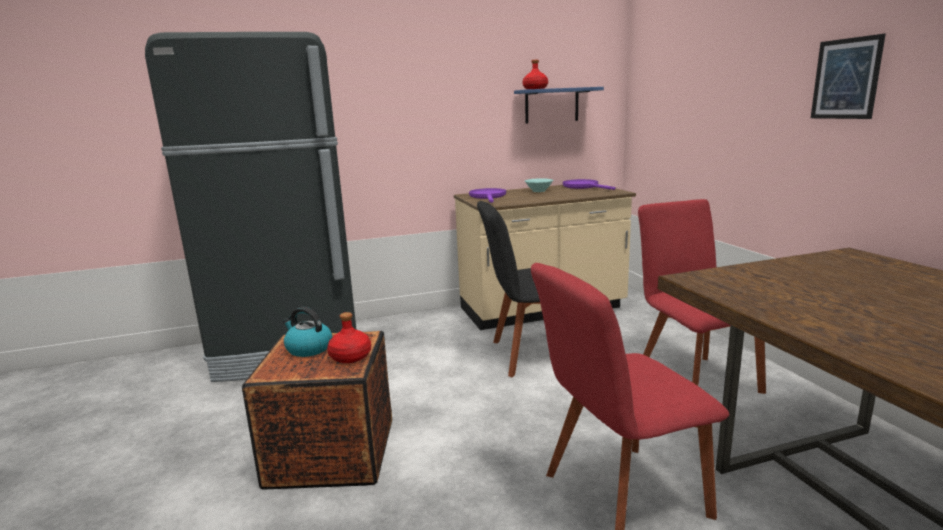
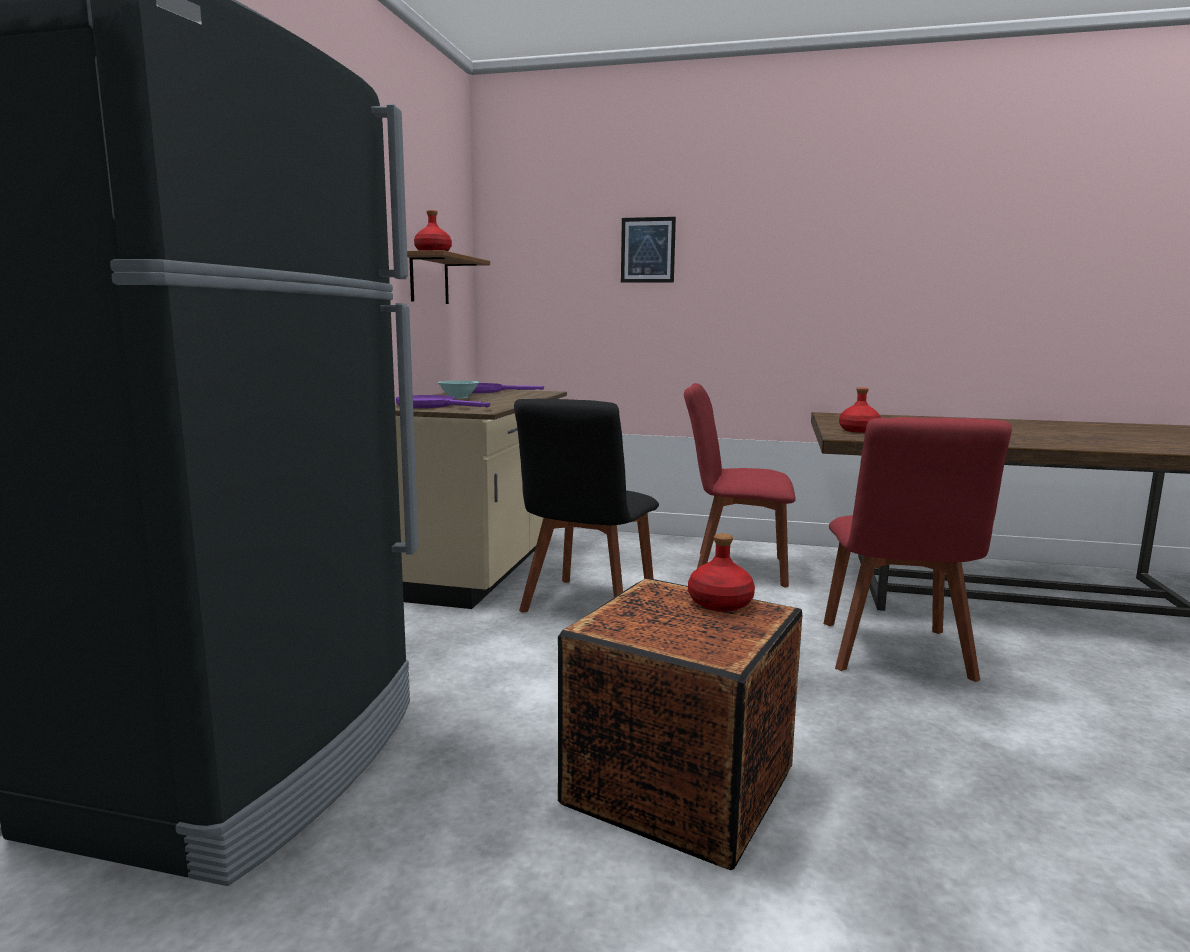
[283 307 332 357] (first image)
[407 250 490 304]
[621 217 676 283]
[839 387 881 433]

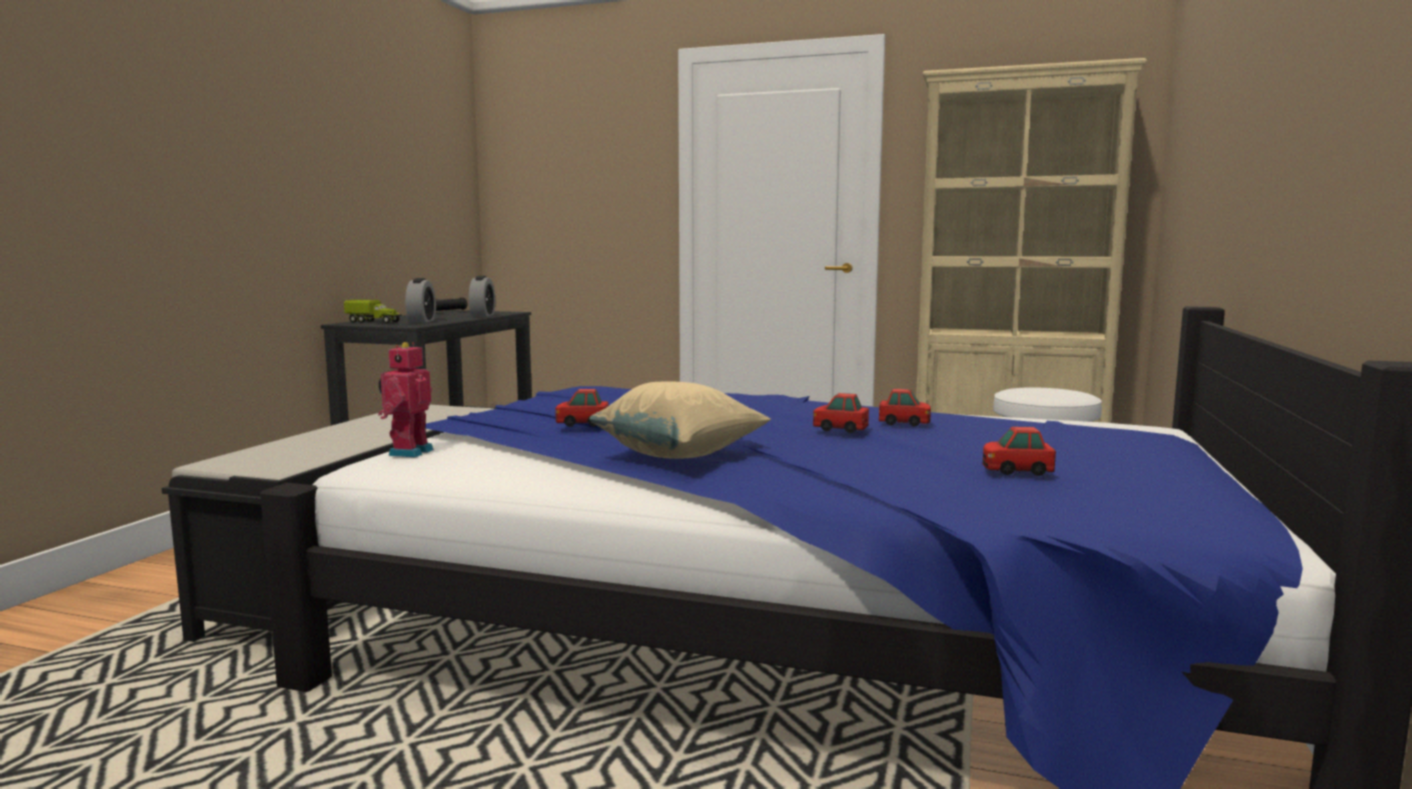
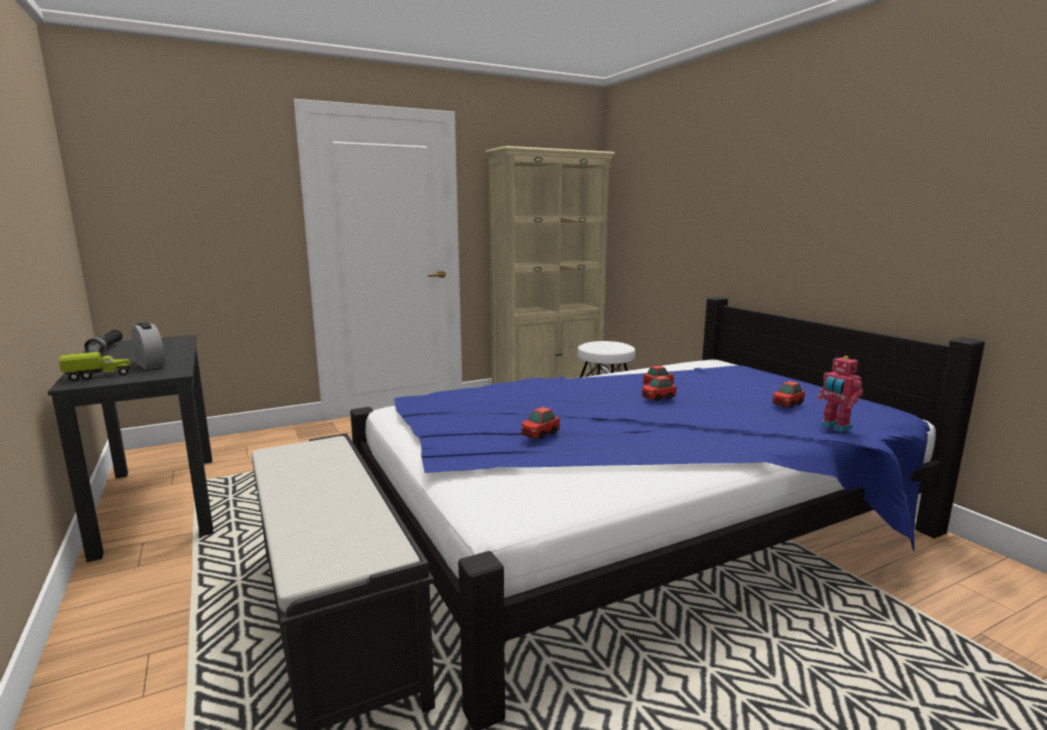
[817 355 863 432]
[469 276 495 317] (first image)
[589 382 771 459] (first image)

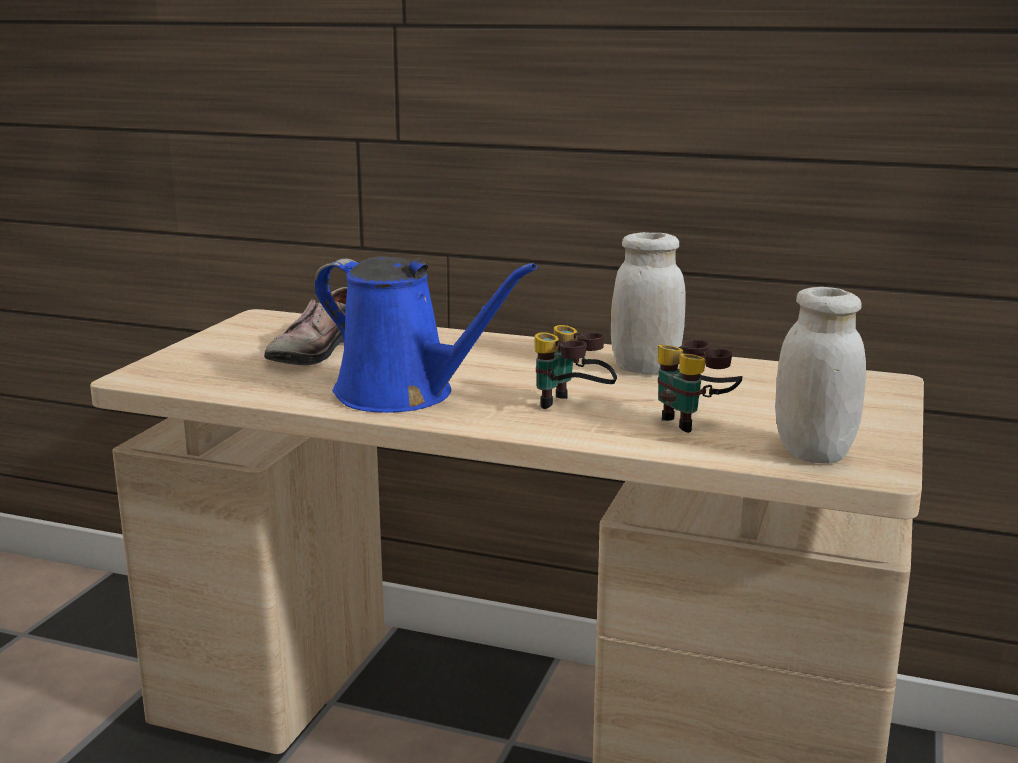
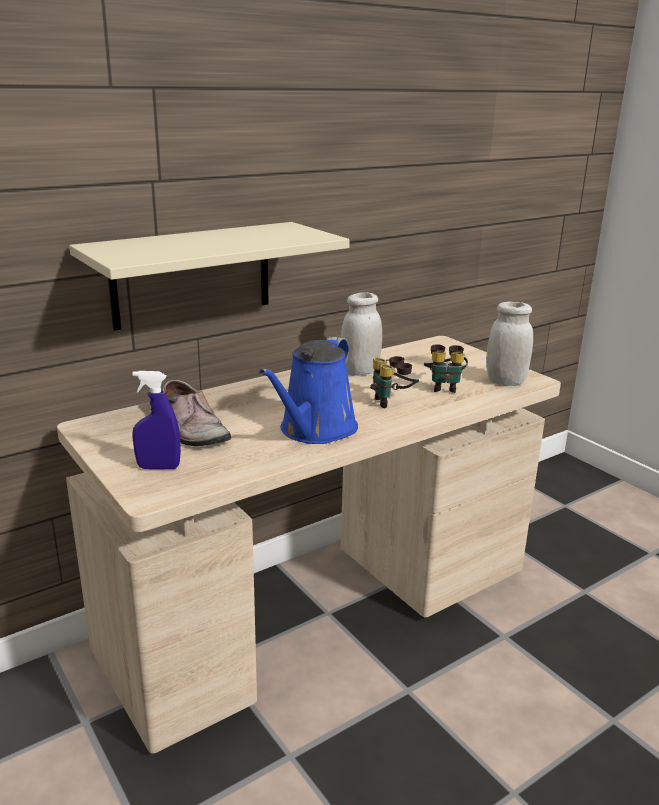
[259 337 358 444]
[69 222 350 331]
[132 371 181 470]

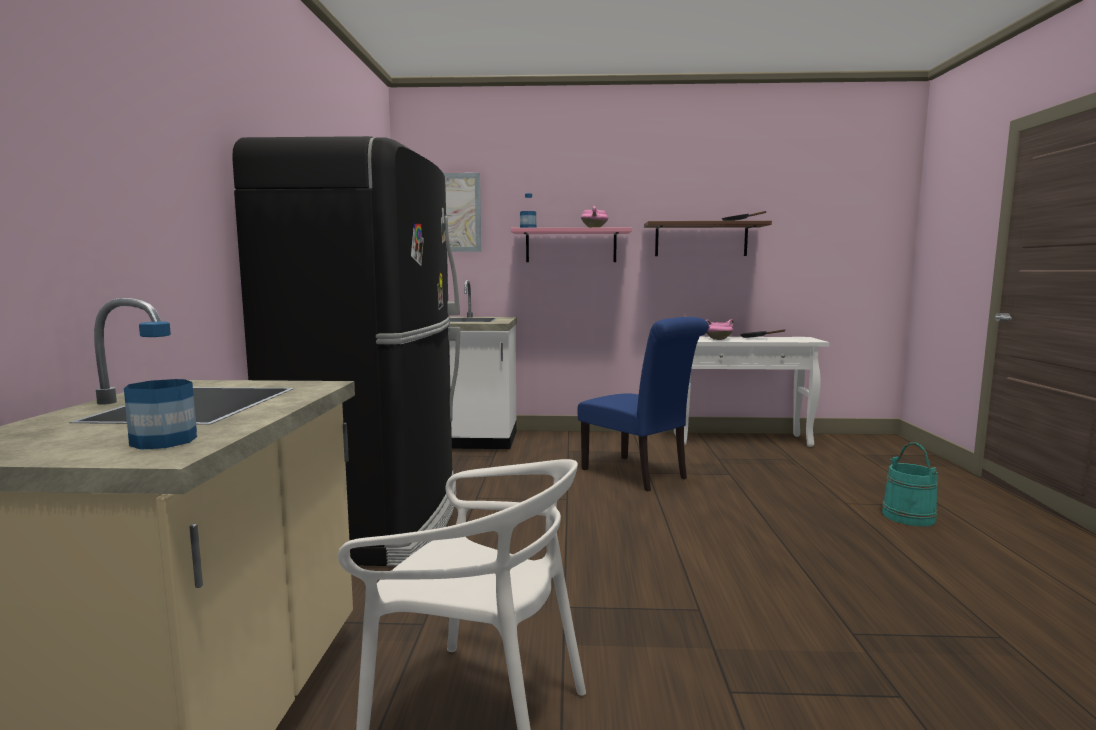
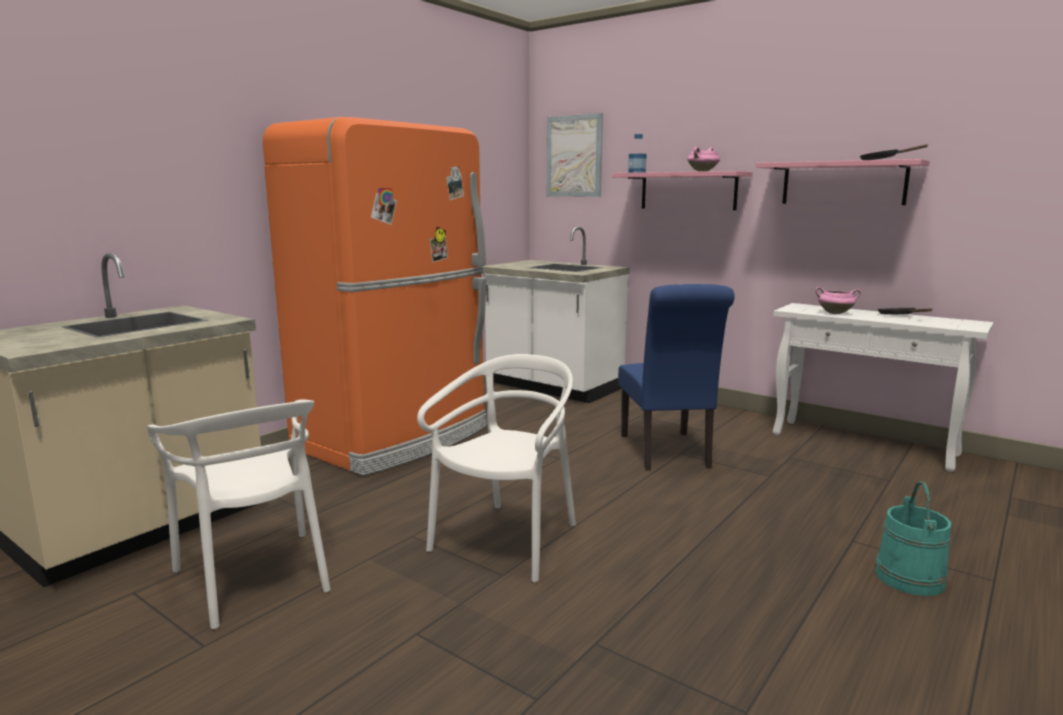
[124 322 197 450] (first image)
[263 117 487 476]
[756 159 930 205]
[417 354 576 582]

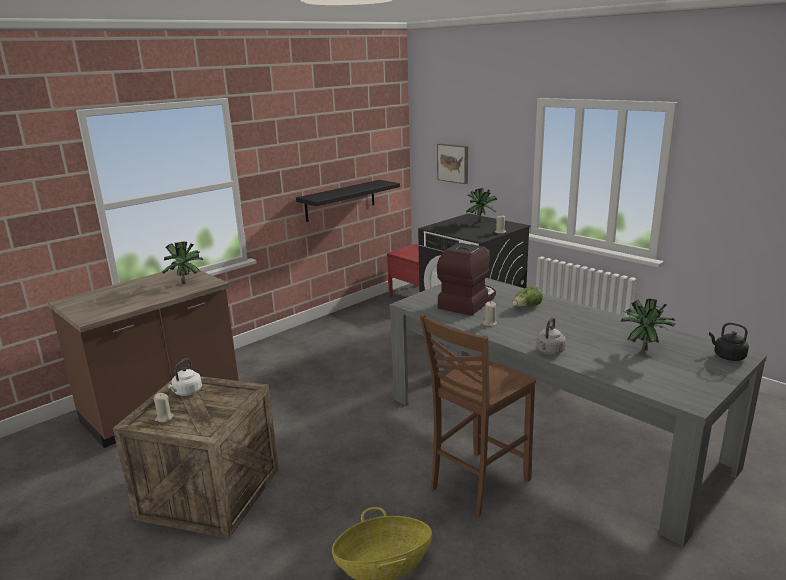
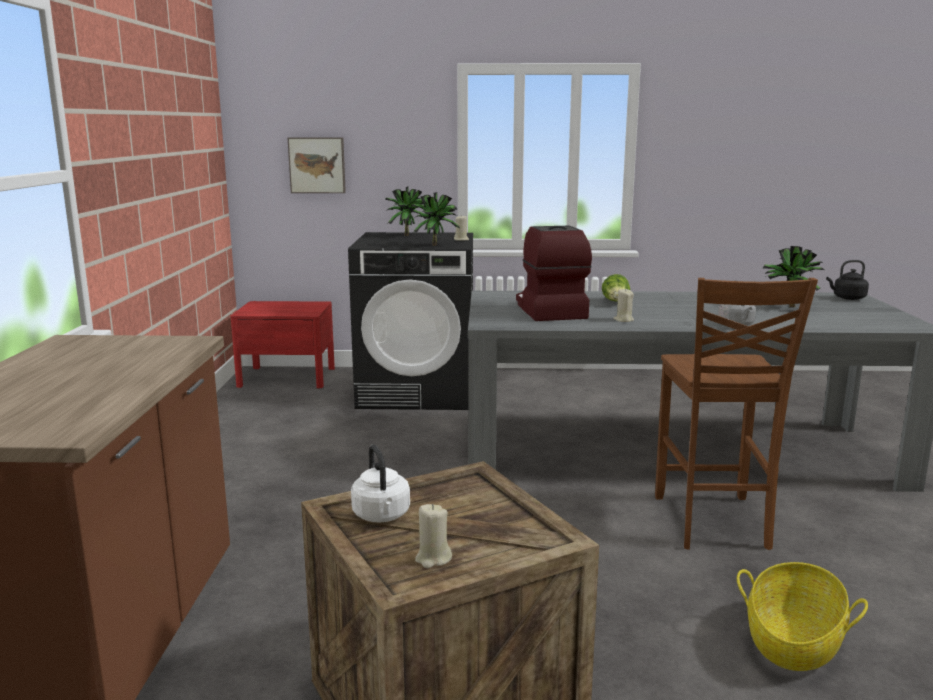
[412 192 460 246]
[296 180 400 222] (first image)

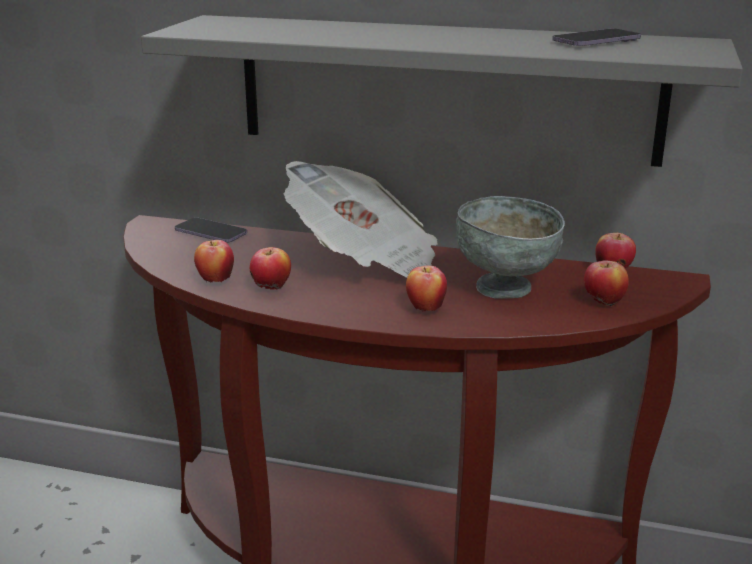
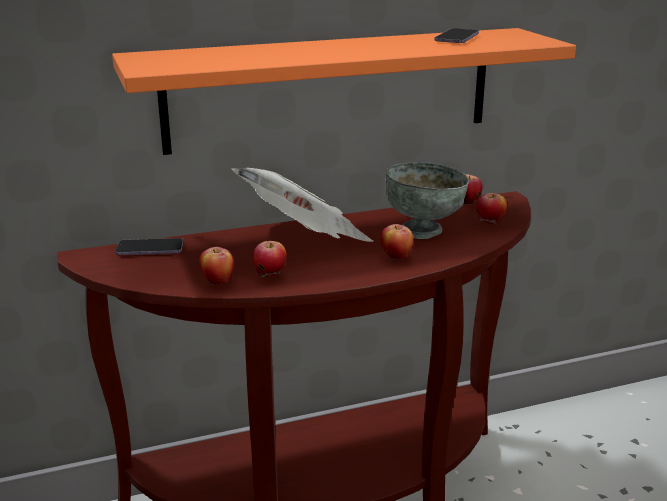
[112 28 576 155]

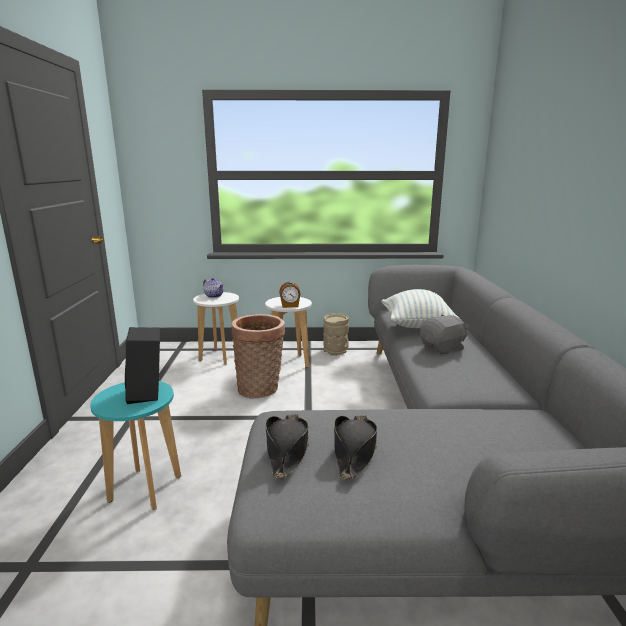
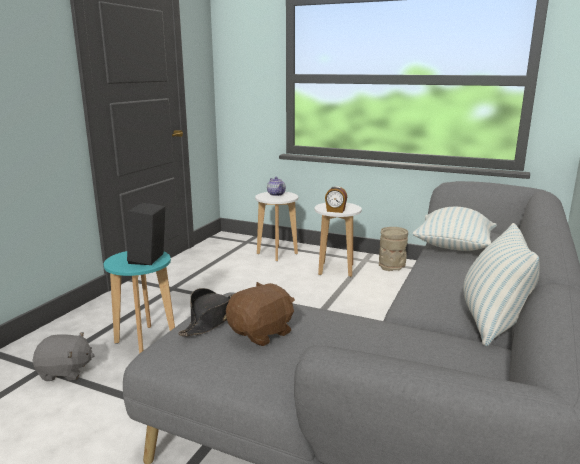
[231 314 285 399] (first image)
[226 282 295 346]
[32 332 95 381]
[463 223 540 347]

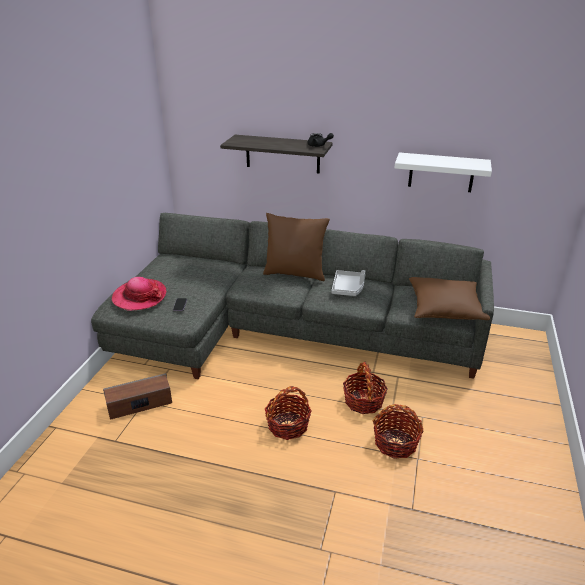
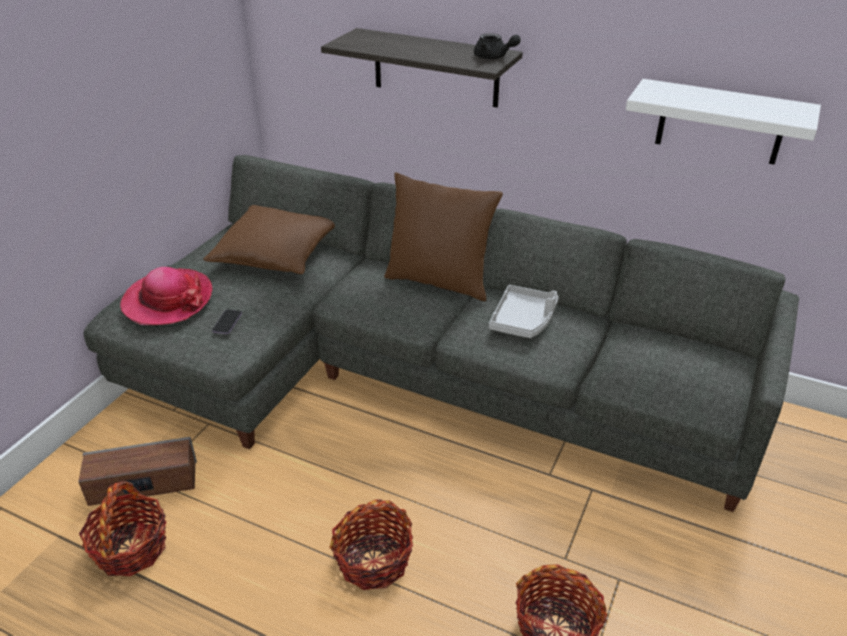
[79 481 166 576]
[203 205 335 274]

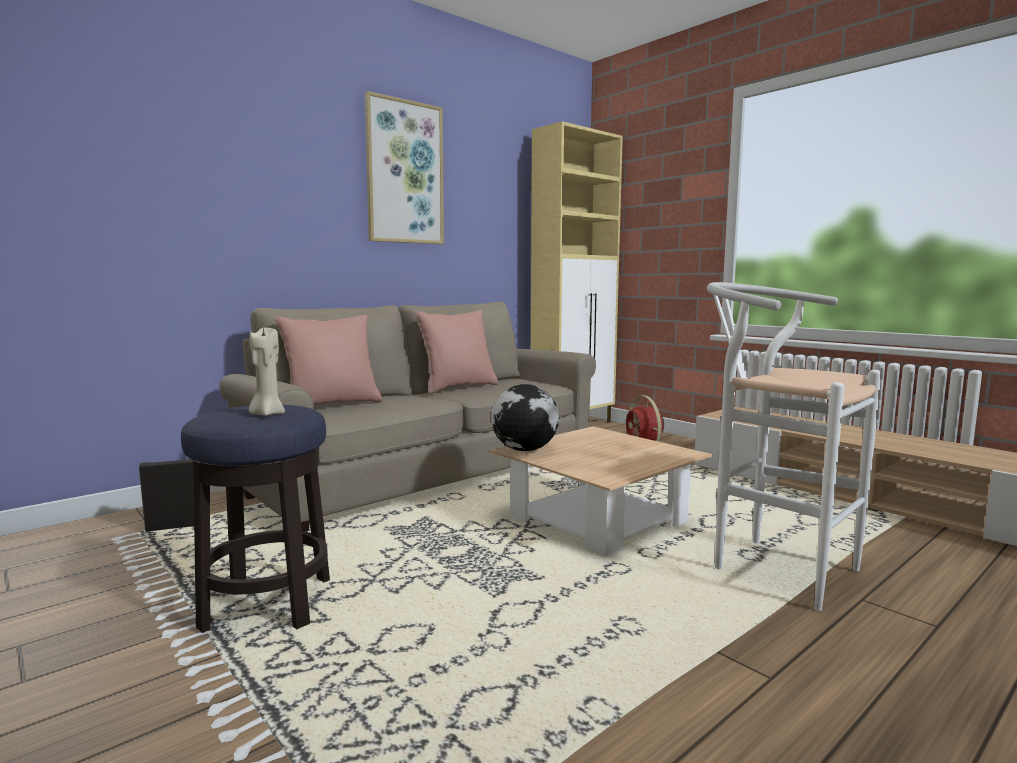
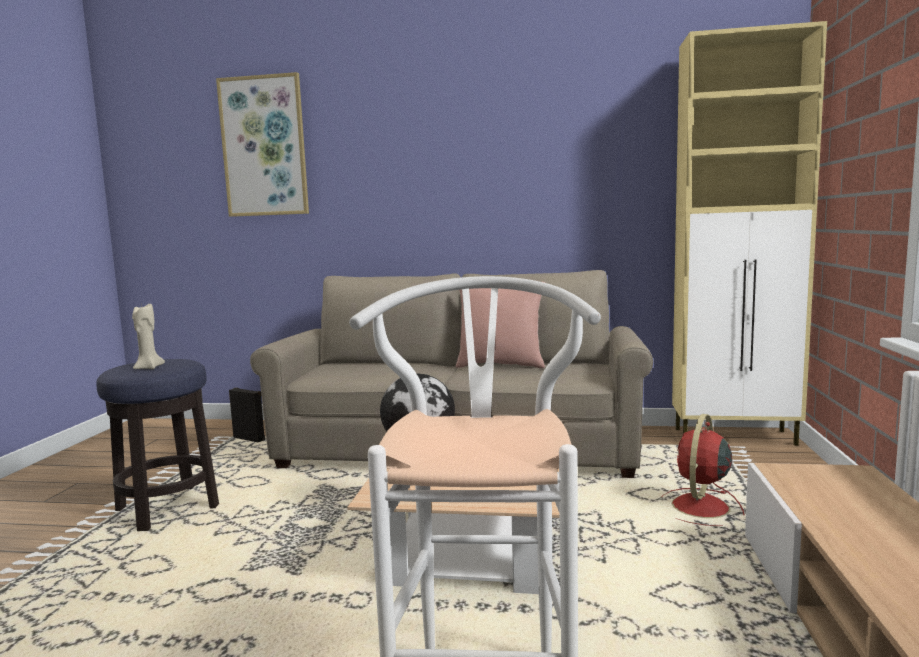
[275 315 383 405] (first image)
[216 72 309 217]

